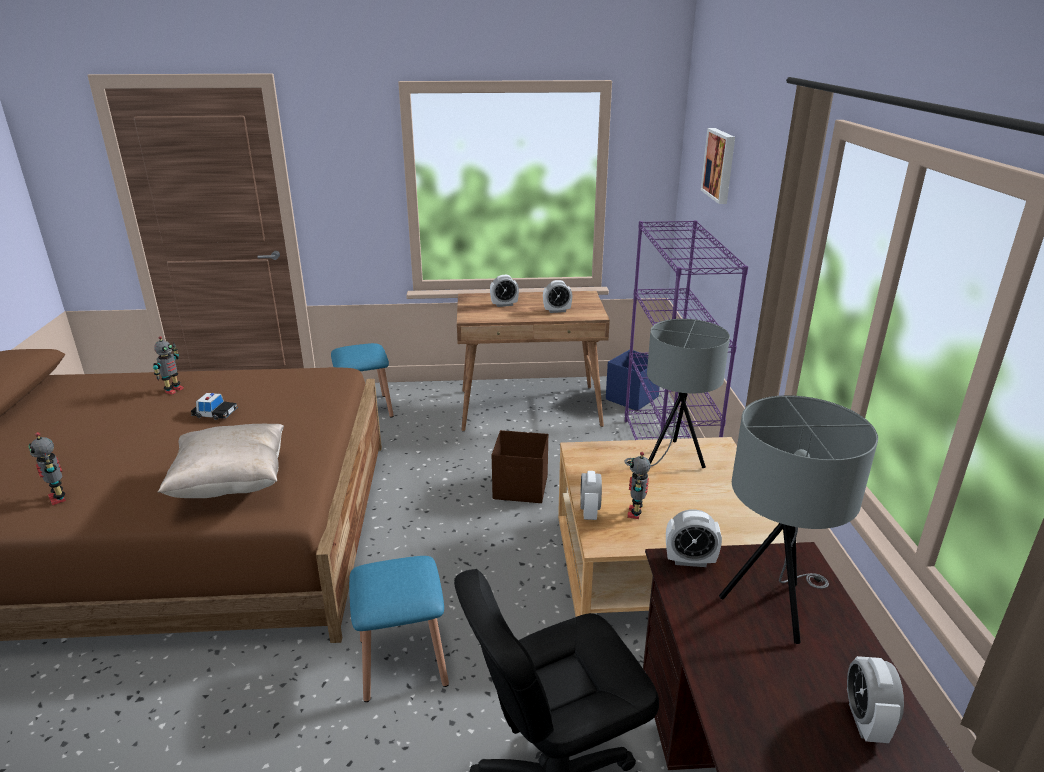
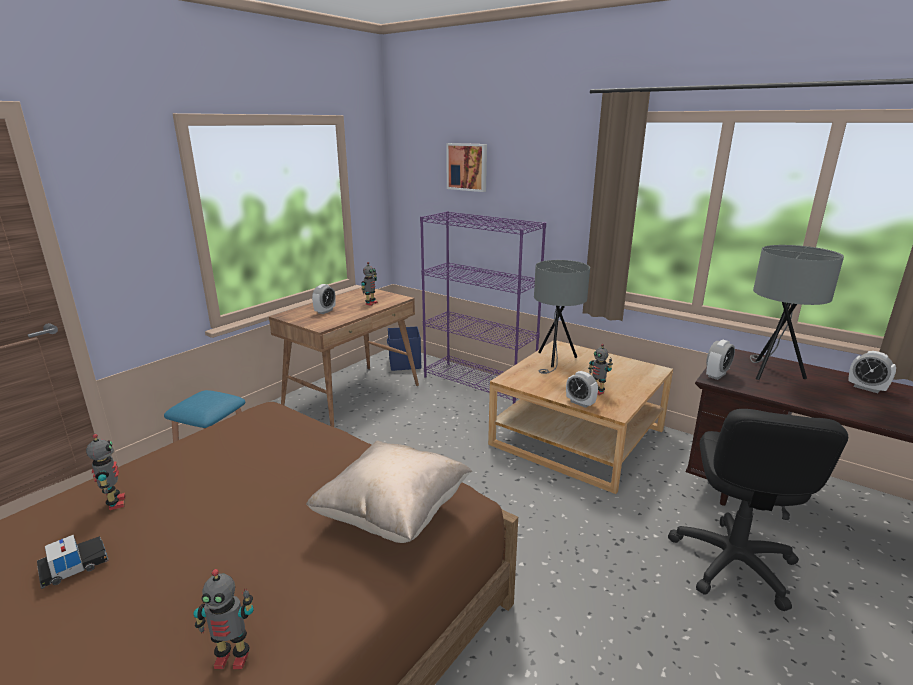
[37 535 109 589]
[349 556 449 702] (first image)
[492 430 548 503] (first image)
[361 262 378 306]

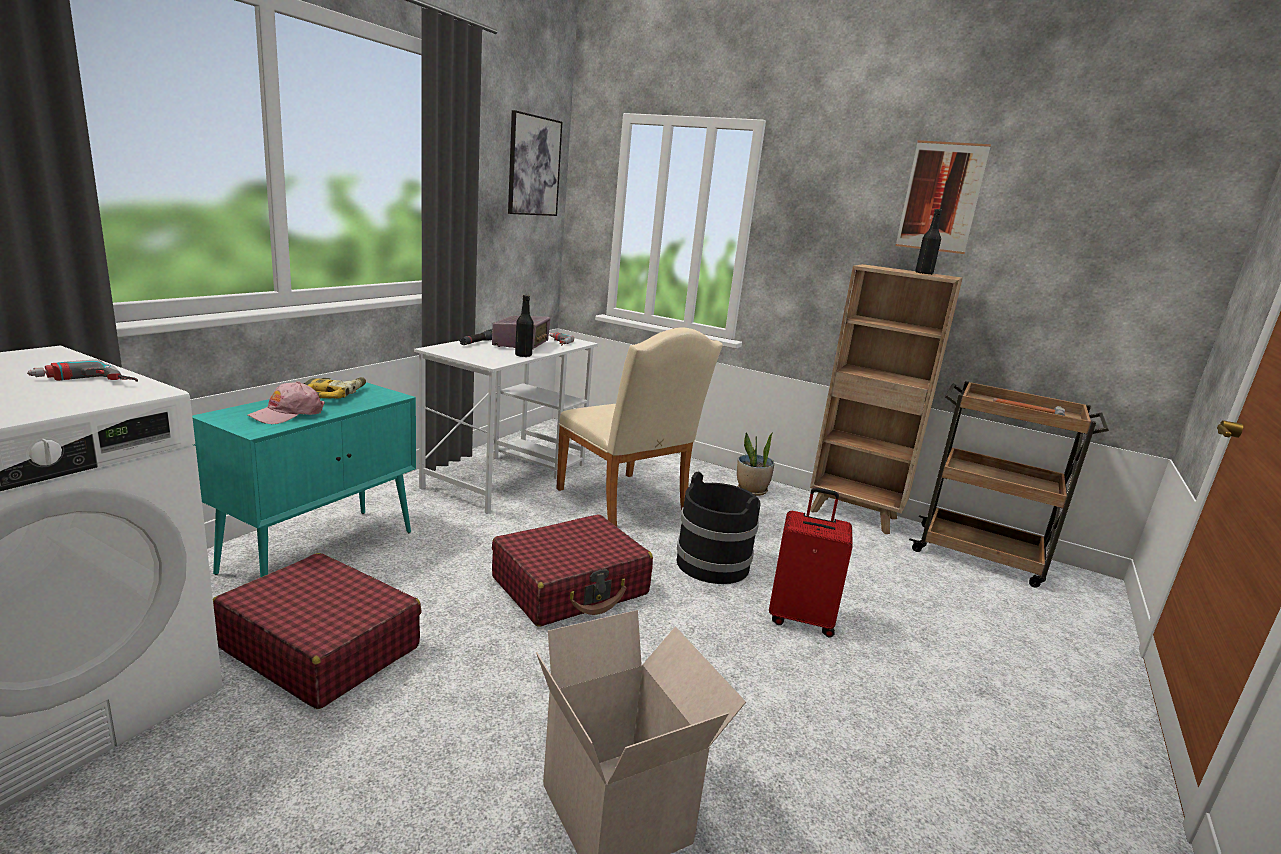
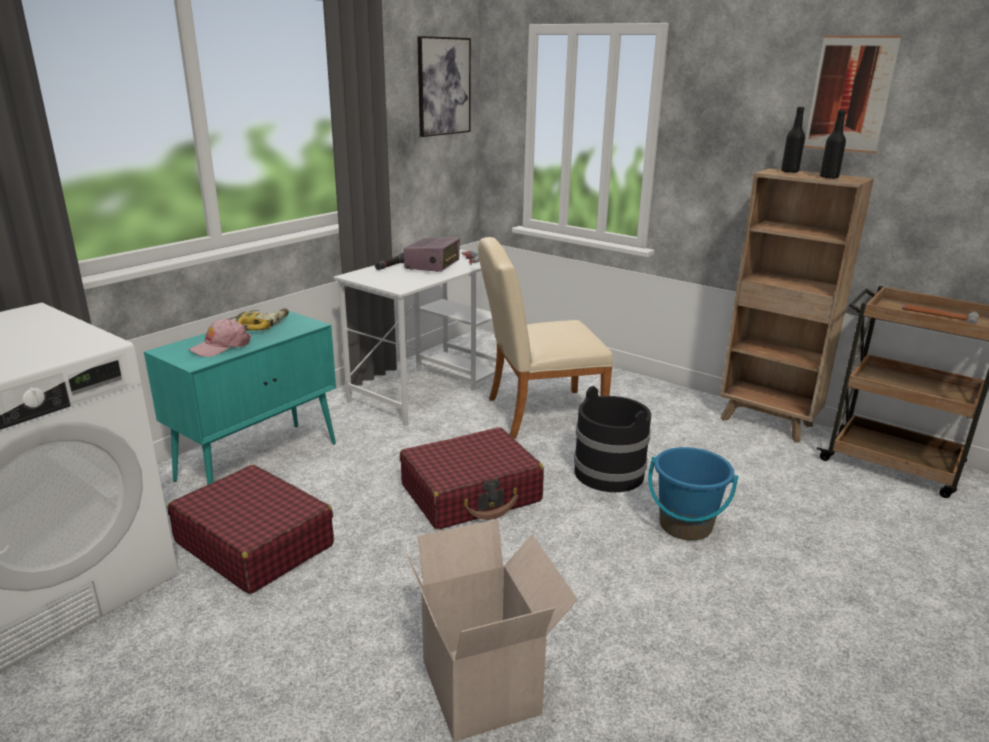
[27 359 138 382] (first image)
[781 107 805 173]
[477 237 613 439]
[737 432 774 496] (first image)
[648 447 739 540]

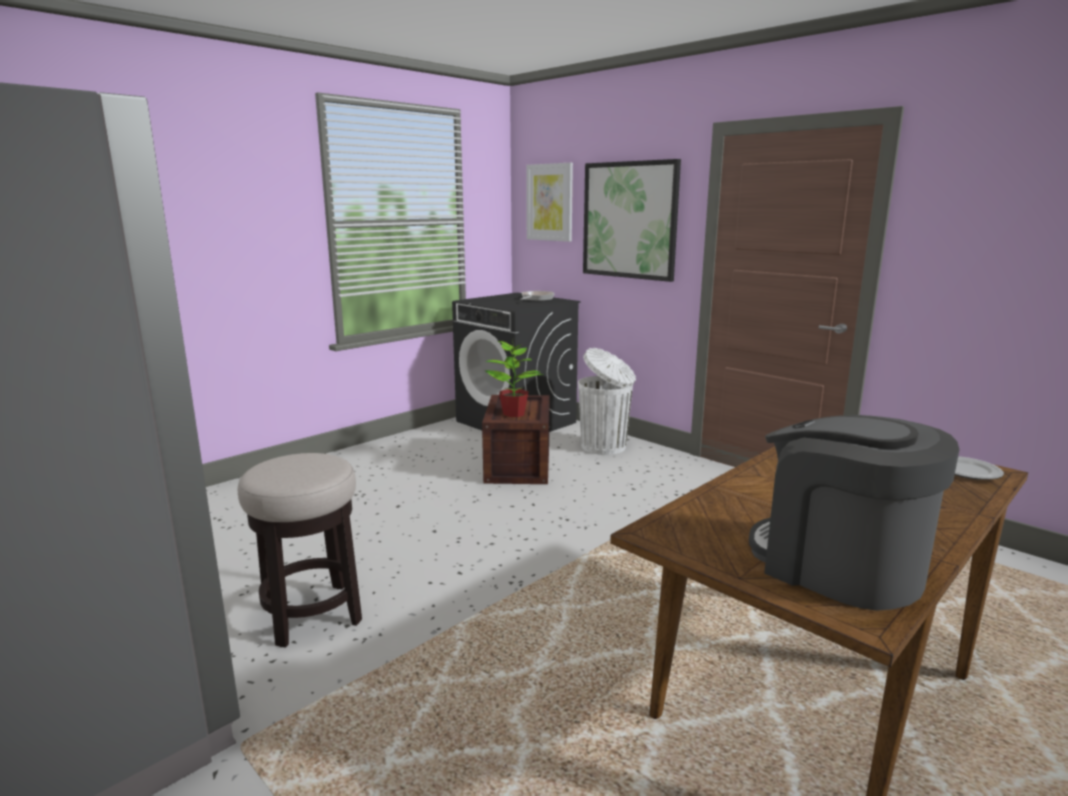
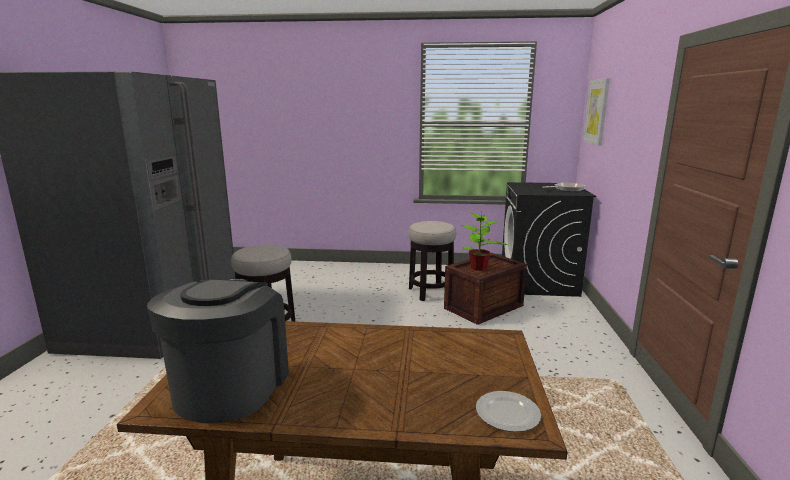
[578 348 636 455] (first image)
[583 159 681 282] (first image)
[408 221 456 301]

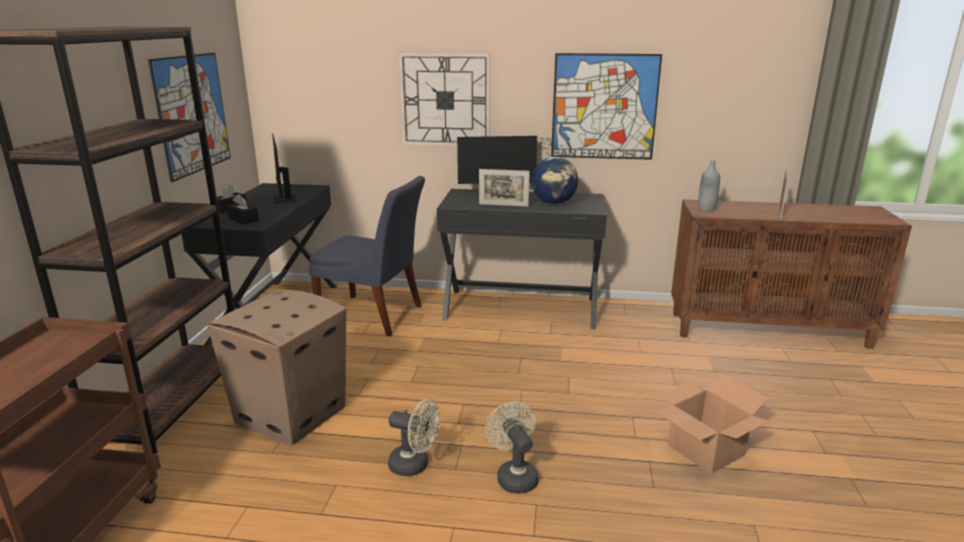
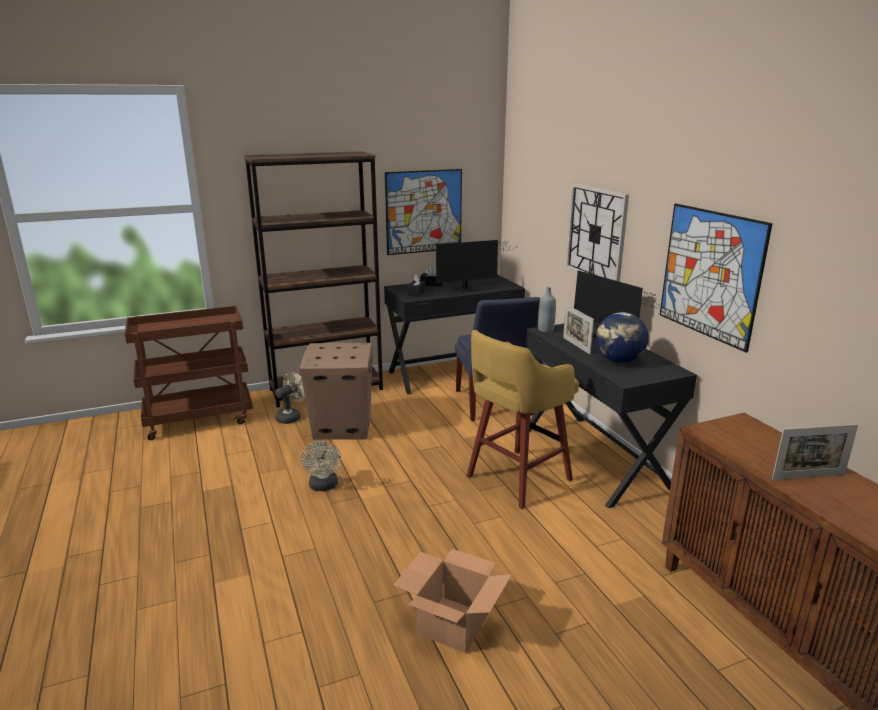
[436 240 516 292]
[275 372 305 424]
[538 287 556 332]
[467 330 579 509]

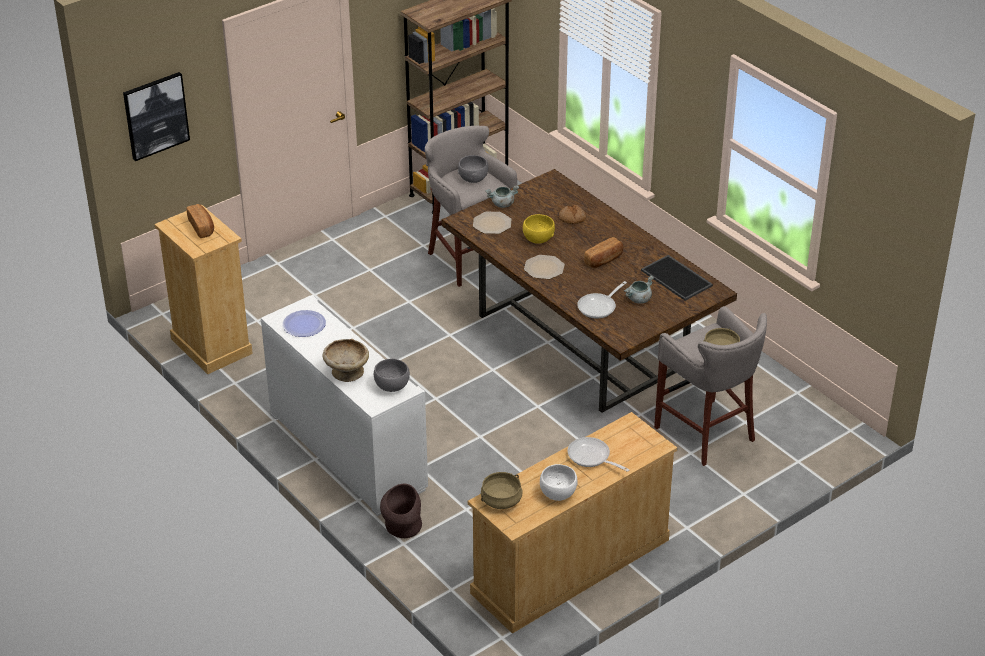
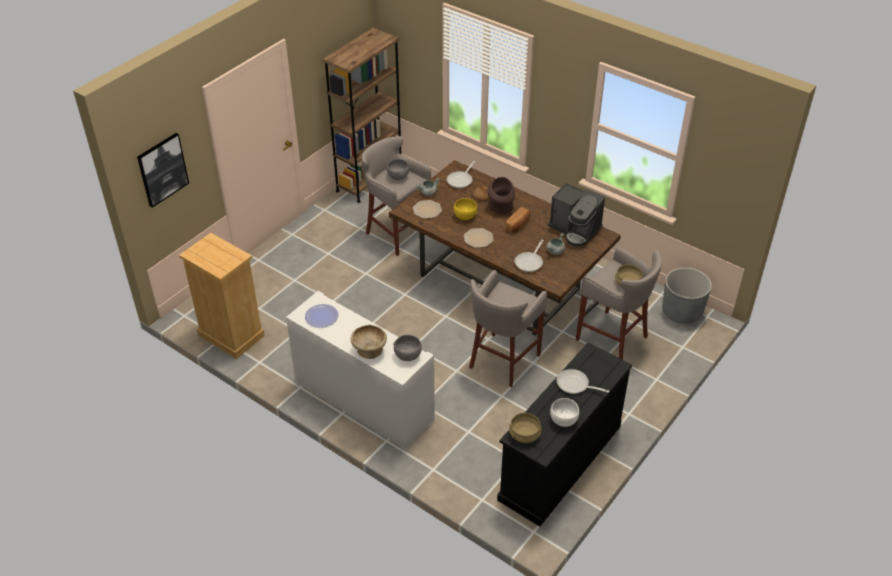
[187 204 214 238] (first image)
[487 177 515 214]
[497 342 632 526]
[548 183 605 247]
[447 161 475 188]
[469 270 547 387]
[662 268 712 324]

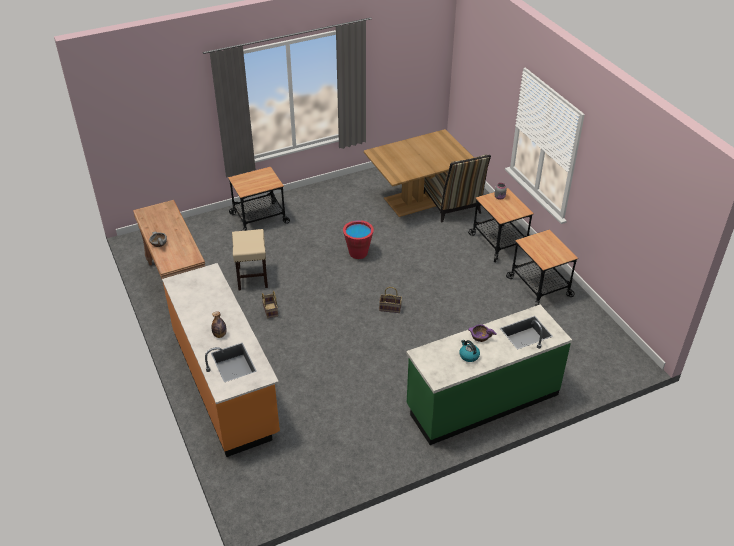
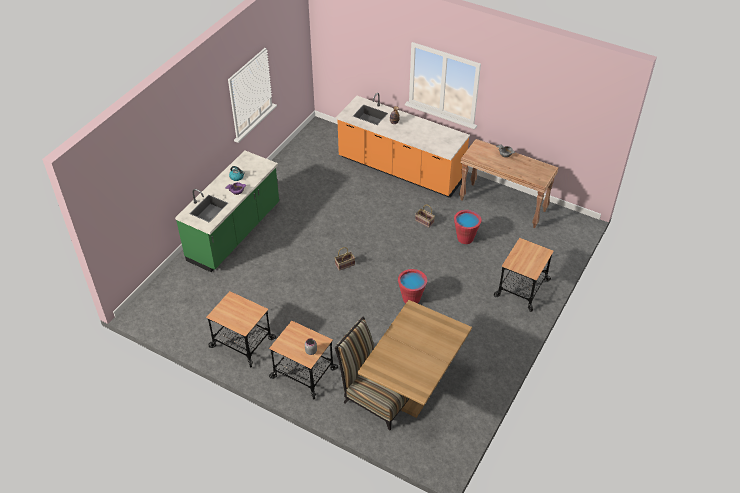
[454 210 481 244]

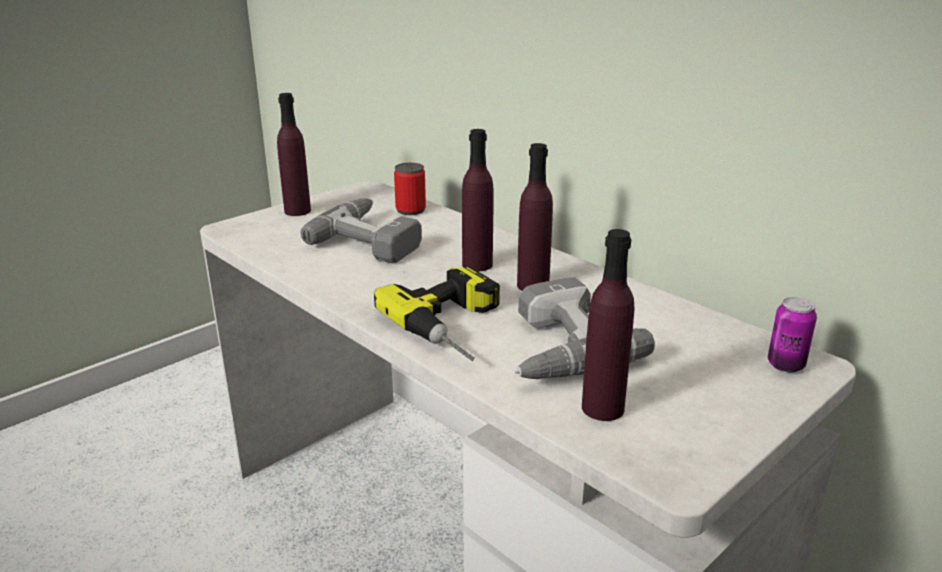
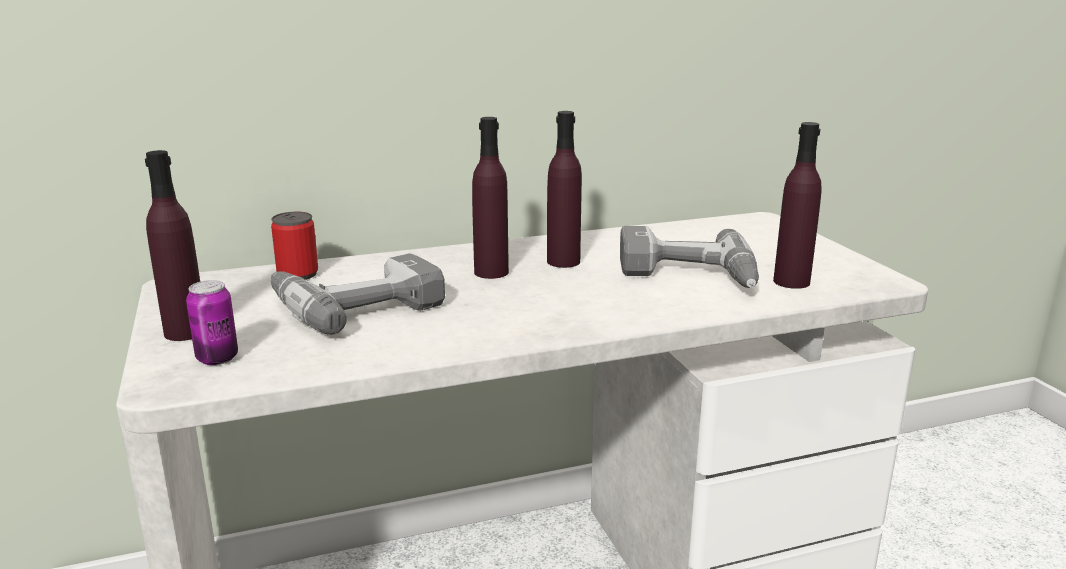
[374 266 500 361] (first image)
[186 280 238 365]

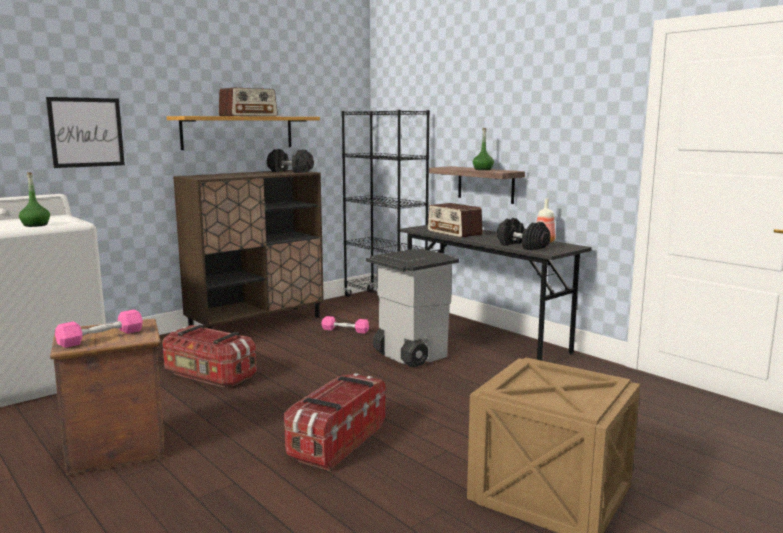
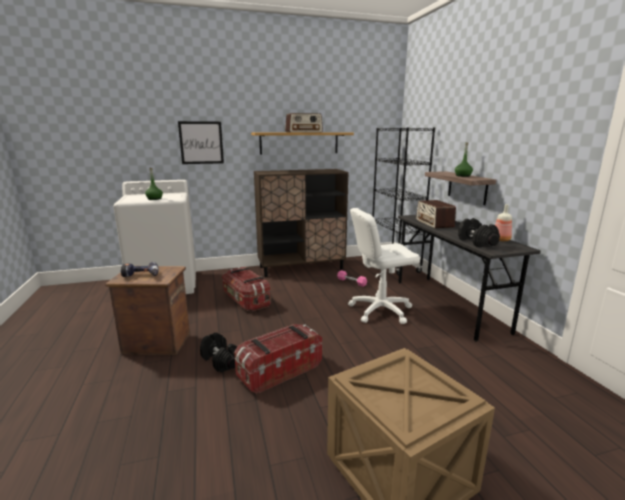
[121 262 159 277]
[200 332 237 373]
[348 208 420 324]

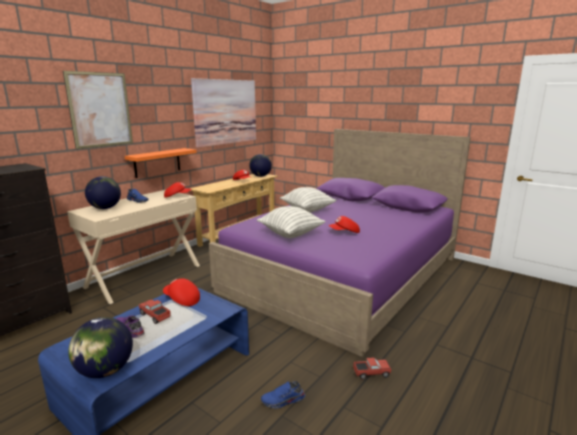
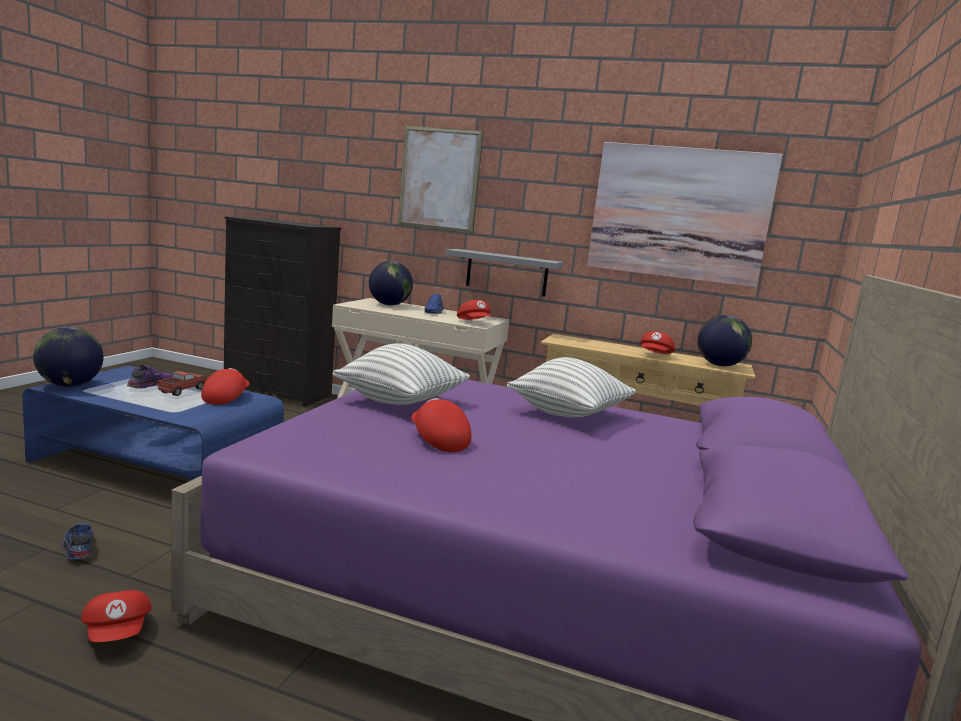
[446 249 563 297]
[81 590 152 642]

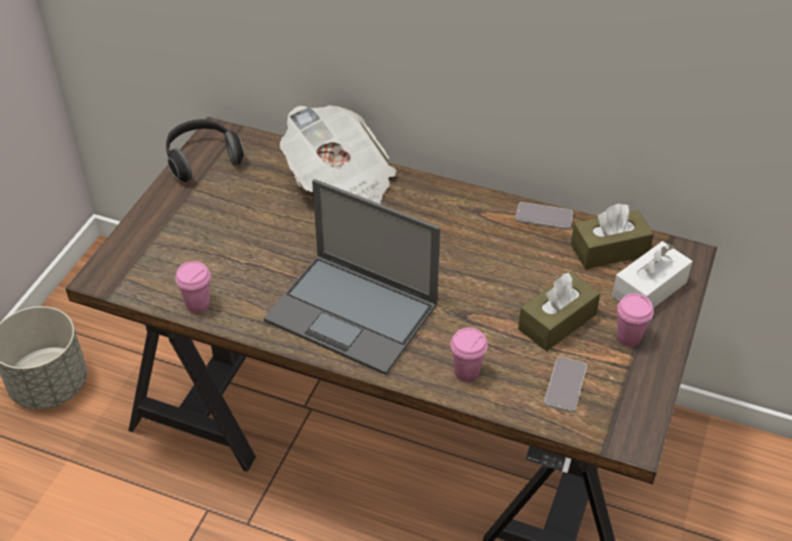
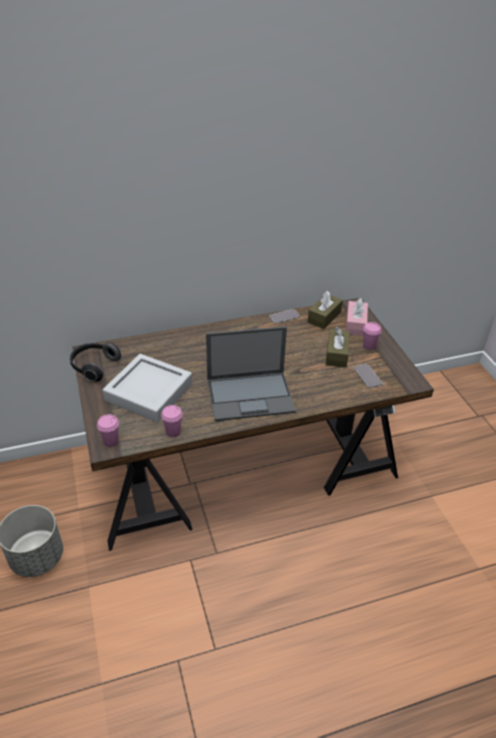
[280 105 396 204] (first image)
[97 414 119 447]
[346 298 368 336]
[103 354 192 422]

